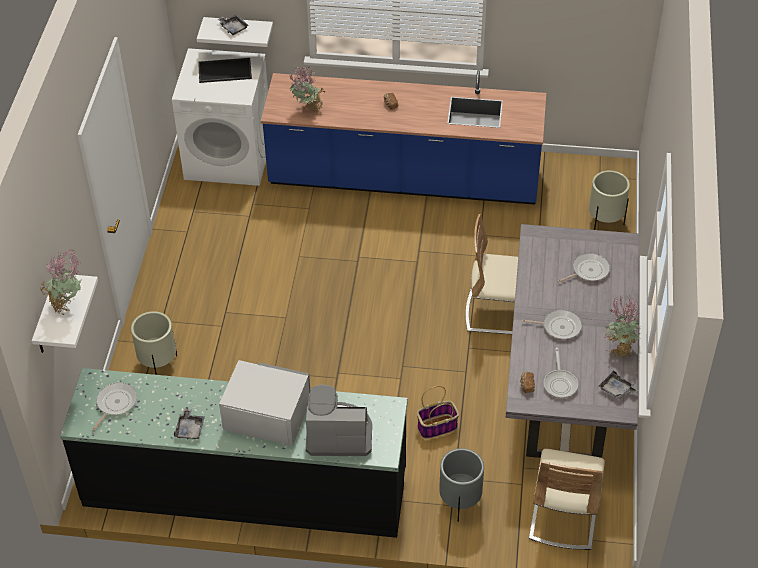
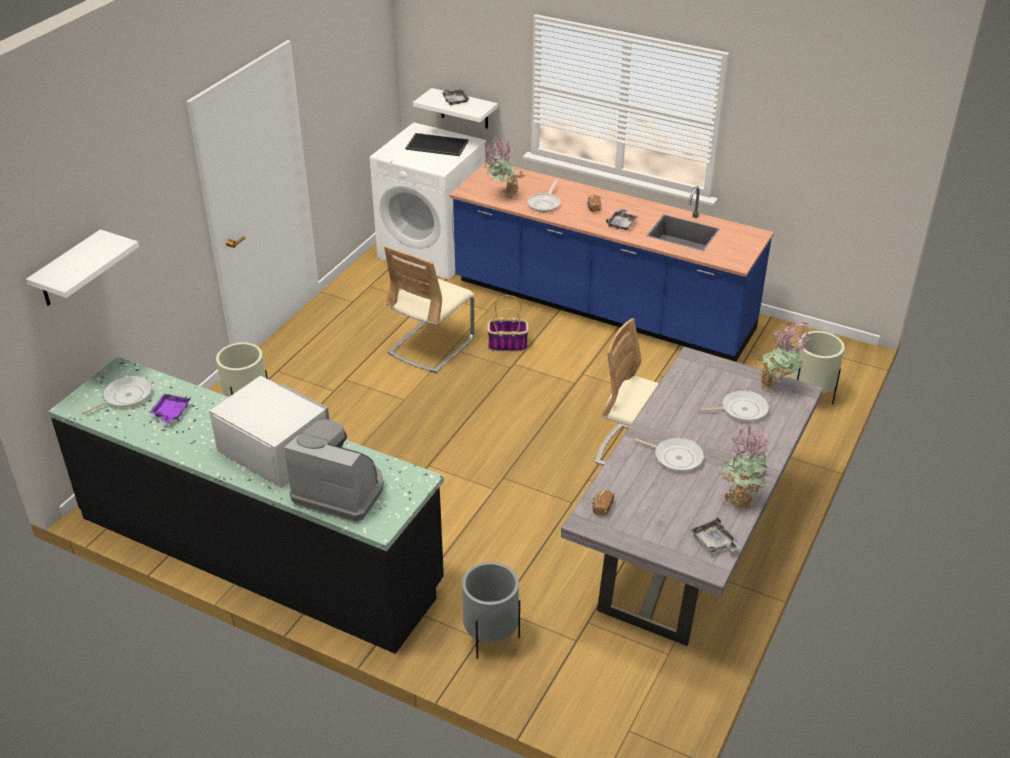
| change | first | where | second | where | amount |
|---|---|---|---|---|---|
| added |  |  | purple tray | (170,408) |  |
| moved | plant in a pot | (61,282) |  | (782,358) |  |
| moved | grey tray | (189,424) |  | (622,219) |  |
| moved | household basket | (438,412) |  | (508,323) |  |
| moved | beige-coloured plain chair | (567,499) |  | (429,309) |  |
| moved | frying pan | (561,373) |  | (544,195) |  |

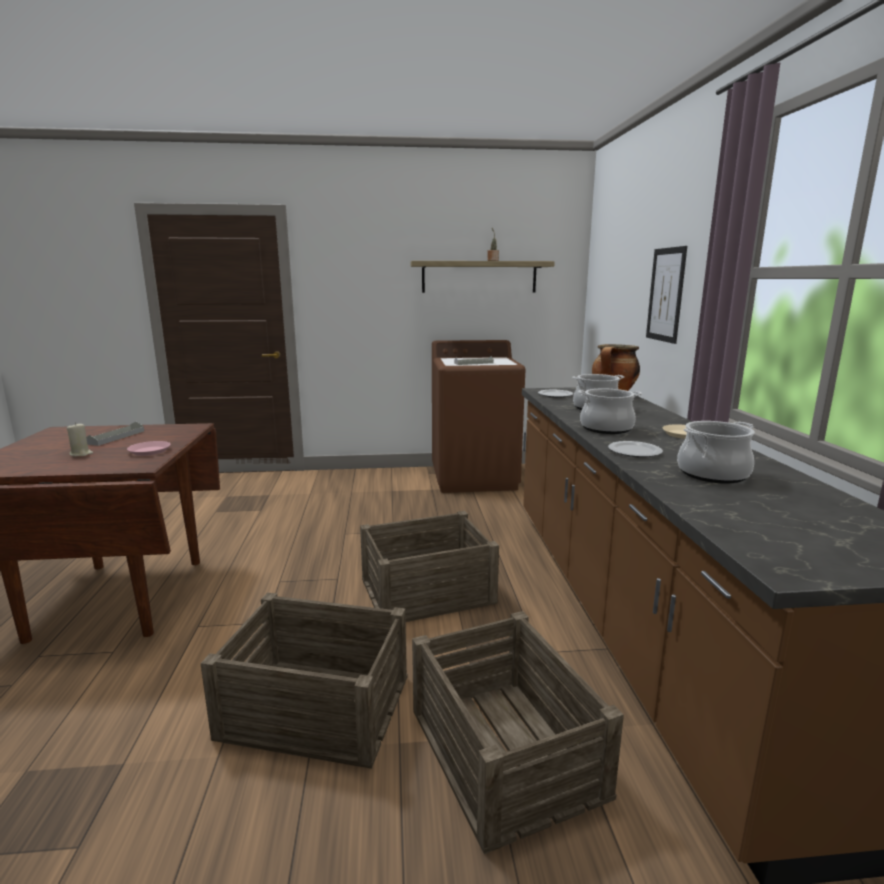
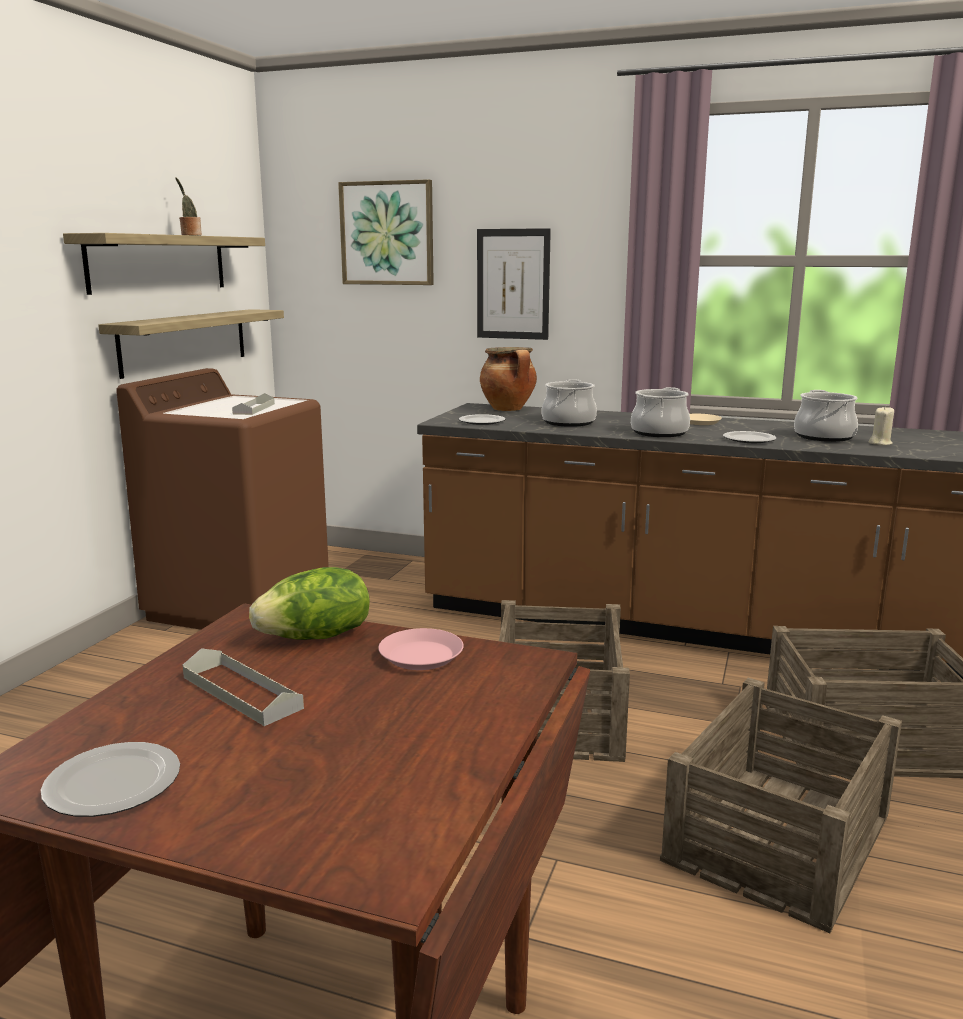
| change | first | where | second | where | amount |
|---|---|---|---|---|---|
| added |  |  | flat dish | (110,779) |  |
| added |  |  | shelf | (191,344) |  |
| added |  |  | head of lettuce | (309,603) |  |
| added |  |  | wall art | (386,232) |  |
| moved | beige-coloured wax candle | (80,439) |  | (881,426) |  |

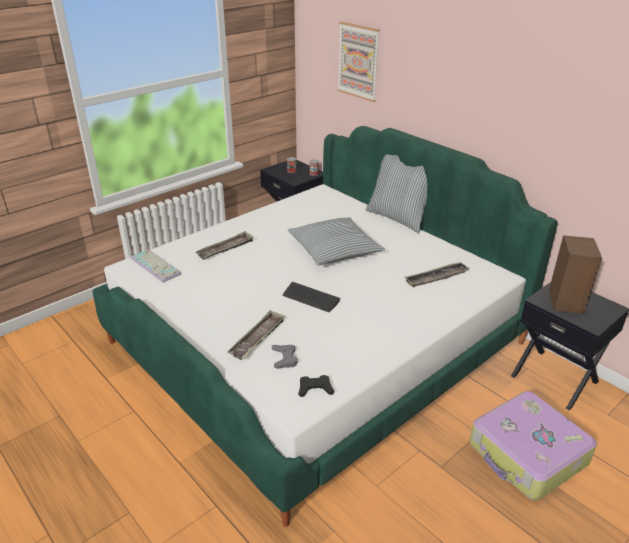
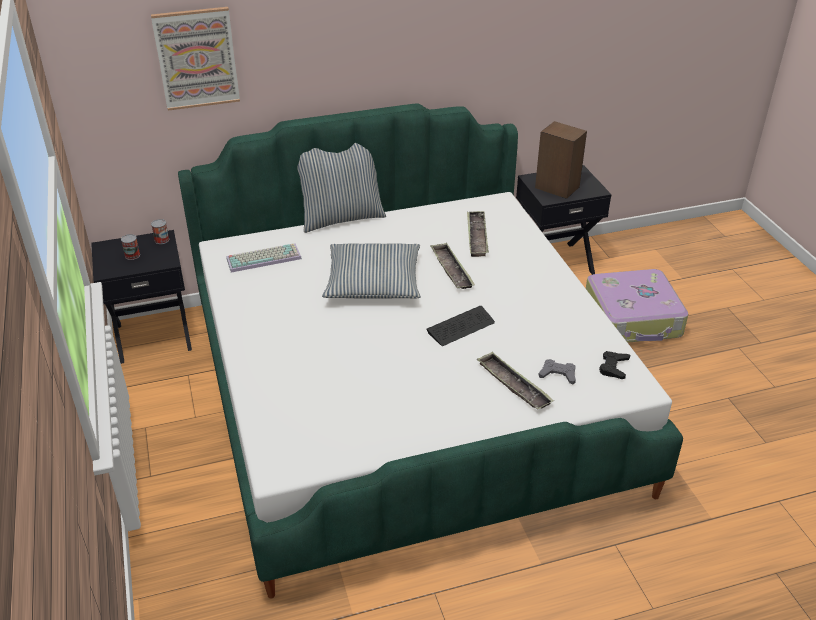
| change | first | where | second | where | amount |
|---|---|---|---|---|---|
| moved | keyboard | (156,266) |  | (264,258) |  |
| moved | tray | (224,245) |  | (452,266) |  |

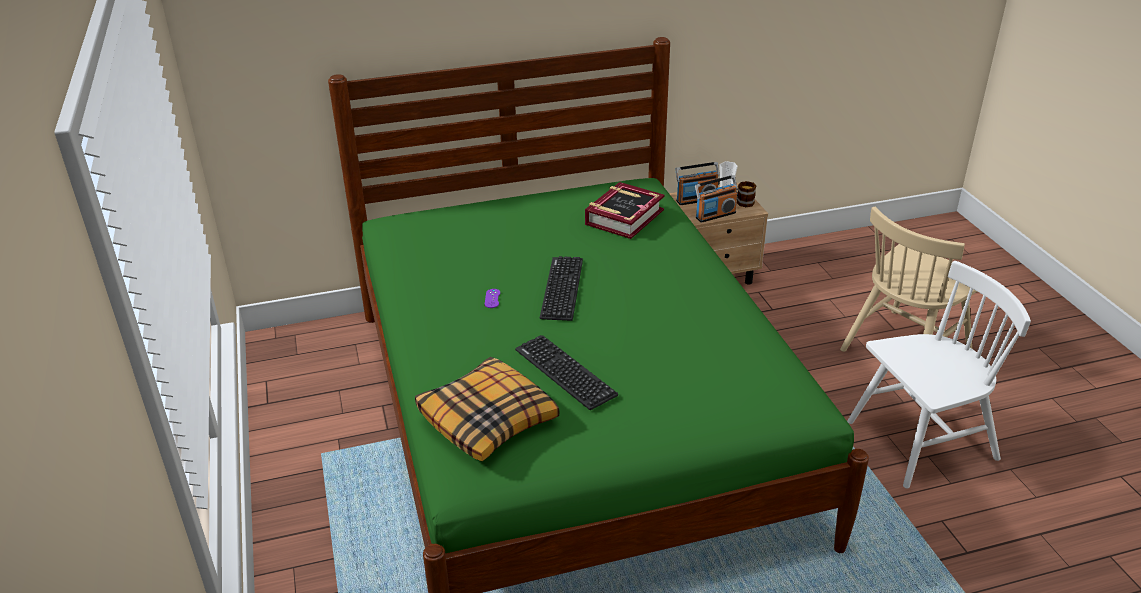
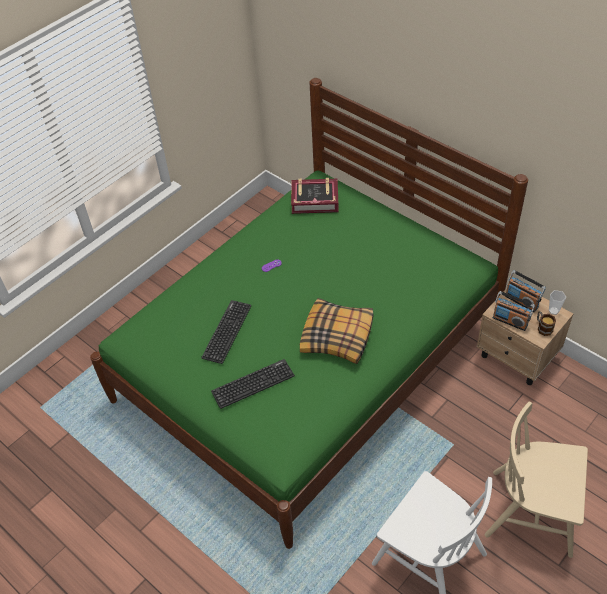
| change | first | where | second | where | amount |
|---|---|---|---|---|---|
| moved | cushion | (487,409) |  | (337,331) |  |
| moved | keyboard | (561,288) |  | (253,384) |  |
| moved | bound book | (625,210) |  | (315,196) |  |

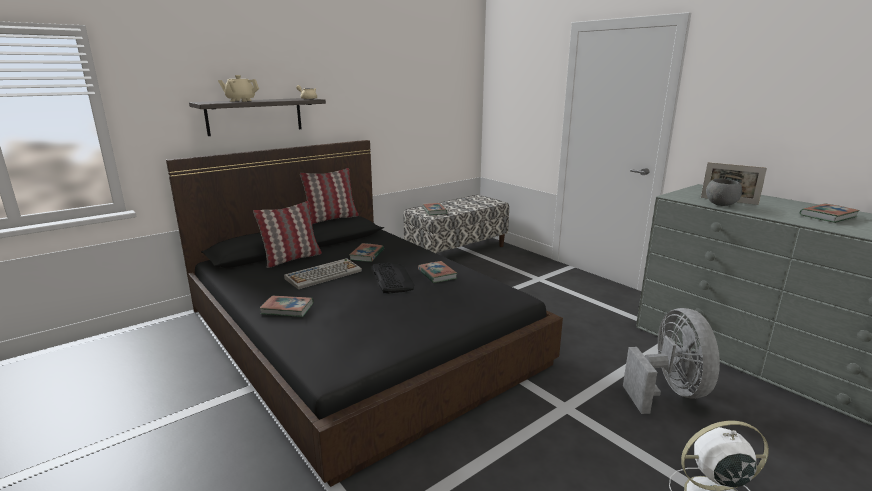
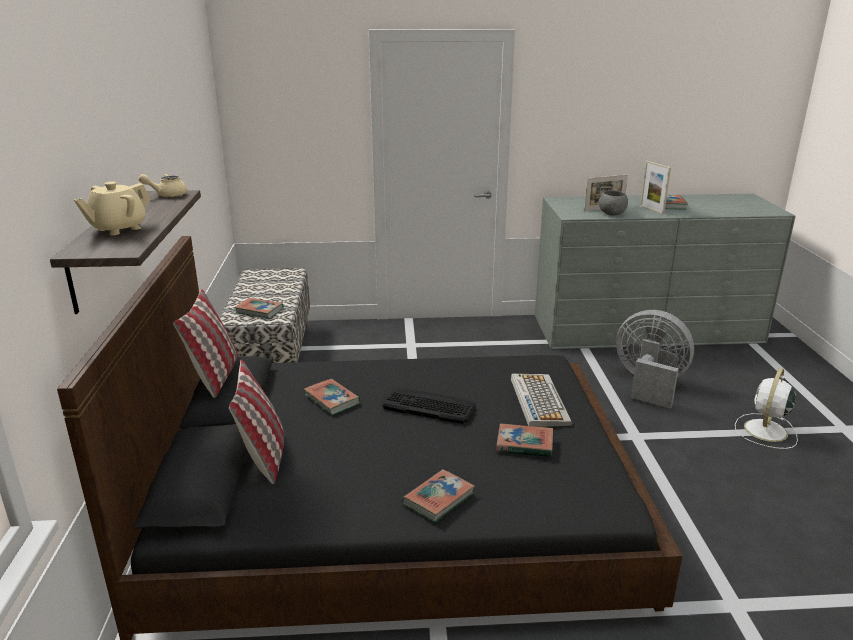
| change | first | where | second | where | amount |
|---|---|---|---|---|---|
| added |  |  | standing frame | (655,187) |  |
| moved | keyboard | (323,273) |  | (541,400) |  |
| moved | bound book | (437,272) |  | (524,440) |  |

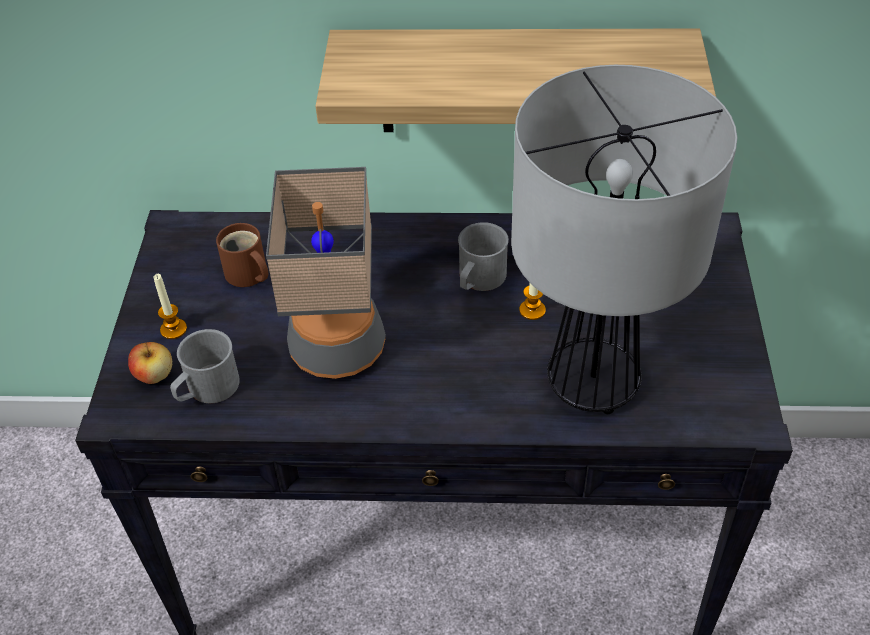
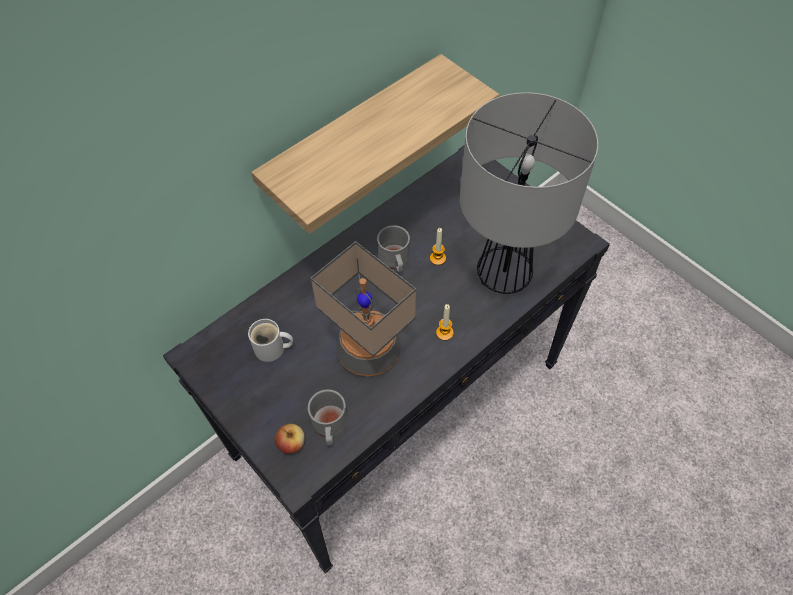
| change | first | where | second | where | amount |
|---|---|---|---|---|---|
| moved | wax candle | (170,306) |  | (445,322) |  |
| recoloured | brownish tea mug | (242,255) | white tea mug | (270,340) |  |

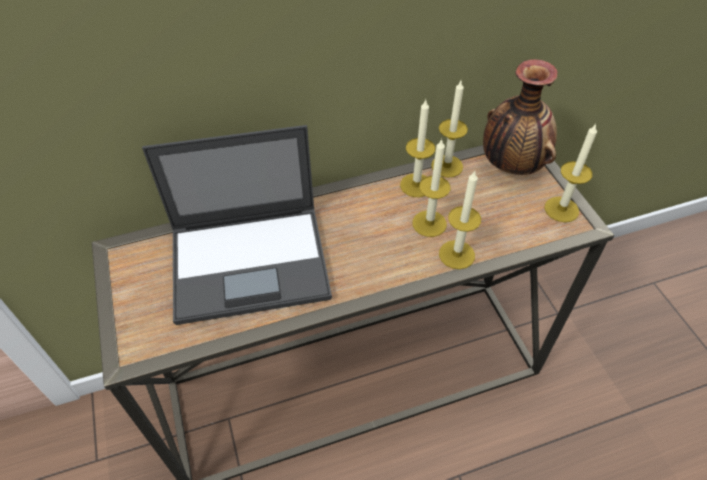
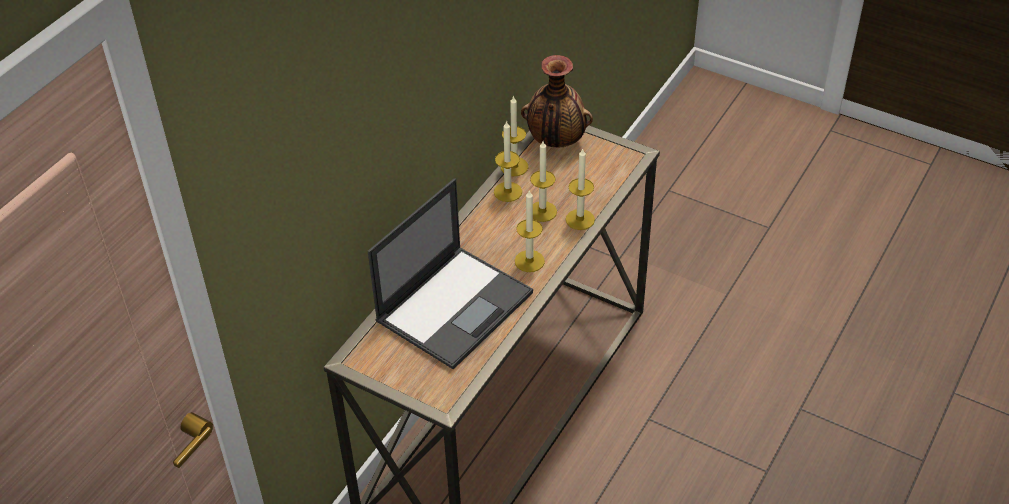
| change | first | where | second | where | amount |
|---|---|---|---|---|---|
| moved | wax candle | (571,173) |  | (530,231) |  |

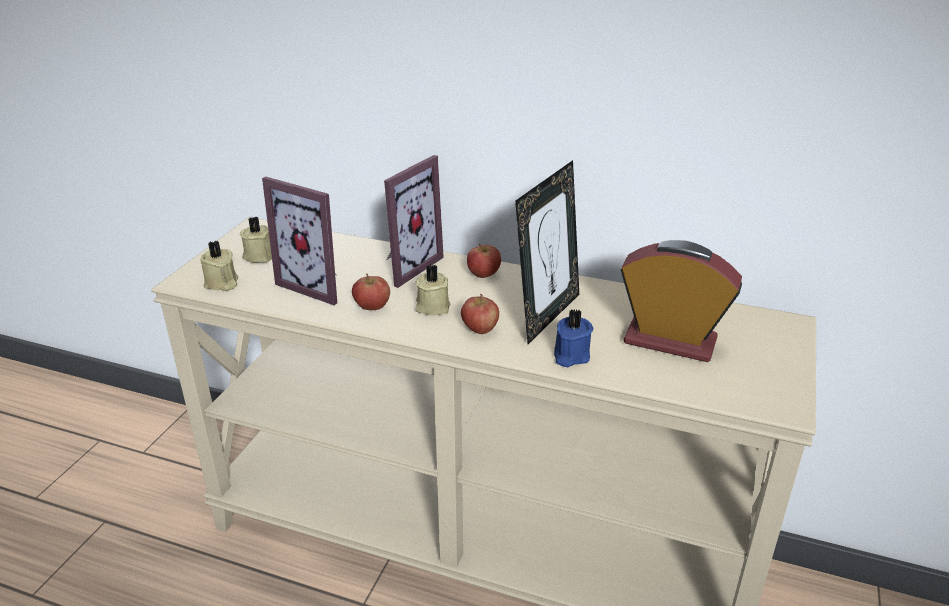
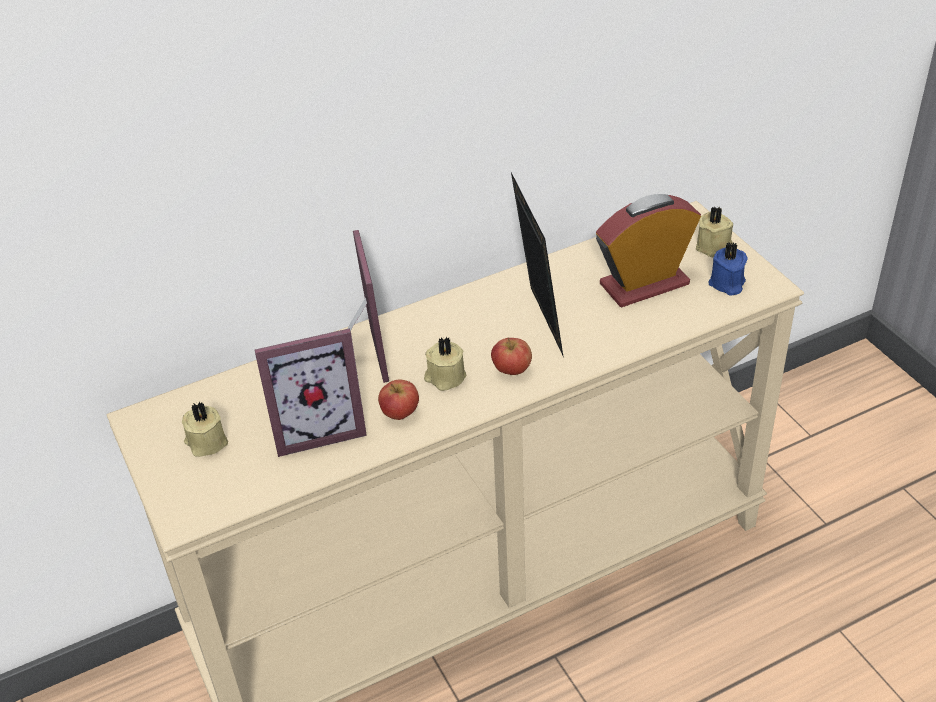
| change | first | where | second | where | amount |
|---|---|---|---|---|---|
| removed | apple fruit | (484,260) |  |  |  |
| moved | beige-coloured wax candle | (219,266) |  | (714,231) |  |
| moved | bluish wax candle | (573,338) |  | (728,268) |  |

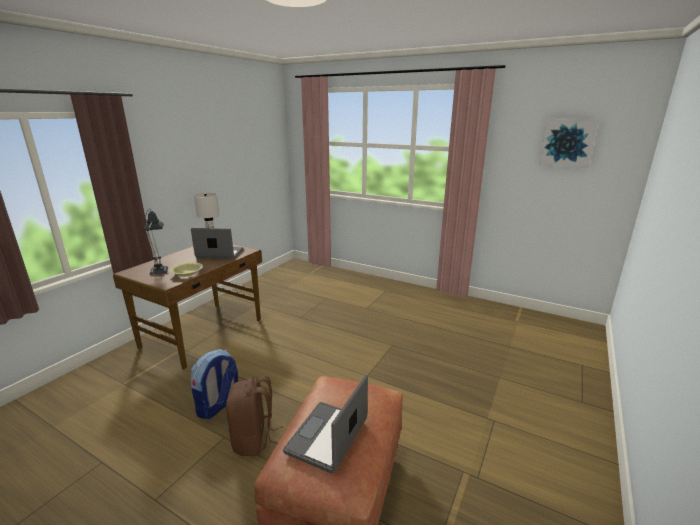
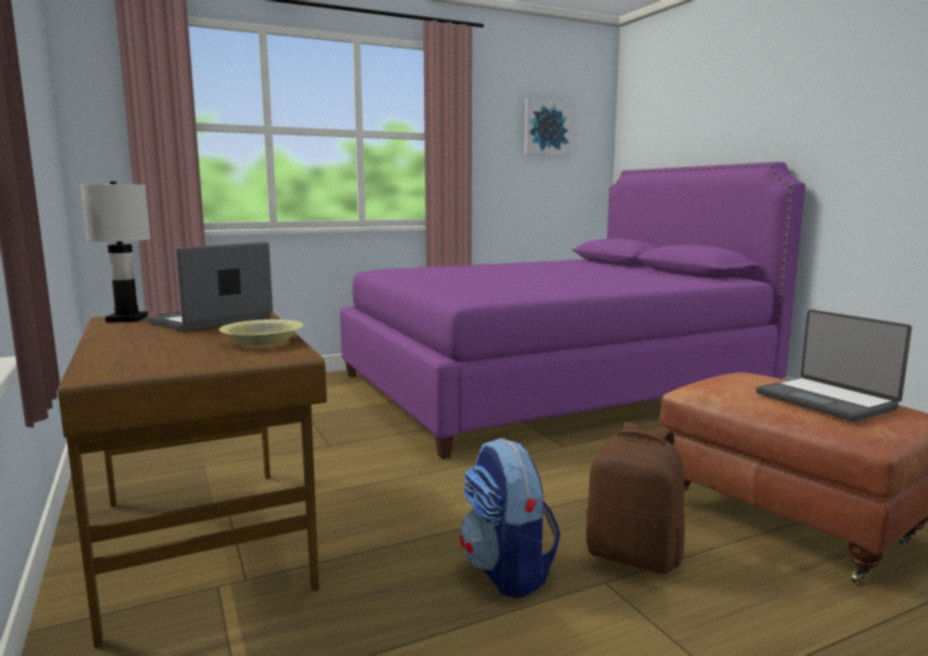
| change | first | where | second | where | amount |
|---|---|---|---|---|---|
| removed | table lamp | (156,242) |  |  |  |
| added |  |  | purple bedroom bed | (572,310) |  |

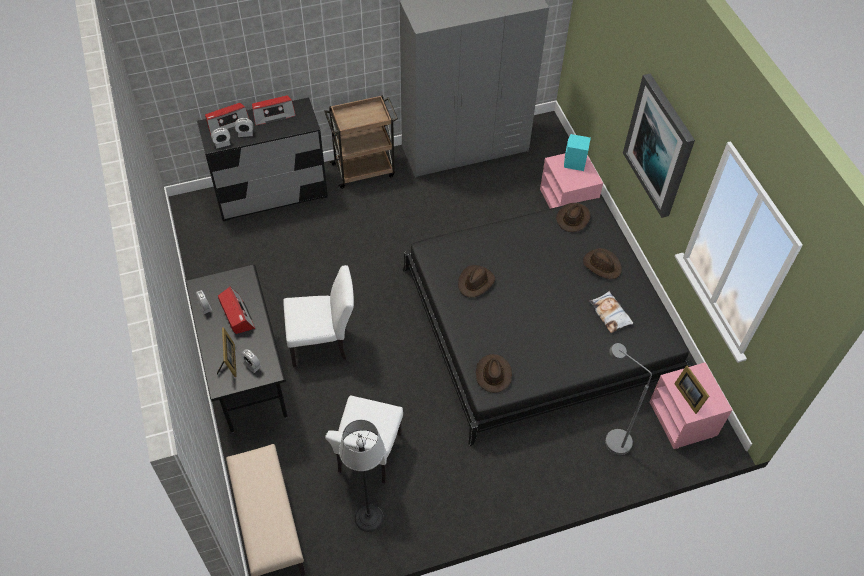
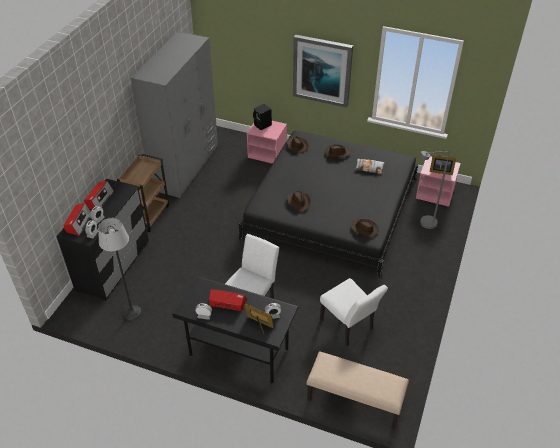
| change | first | where | second | where | amount |
|---|---|---|---|---|---|
| moved | standard lamp | (362,476) |  | (120,269) |  |
| recoloured | turquoise-coloured loudspeaker | (577,152) | black-coloured loudspeaker | (262,117) |  |

